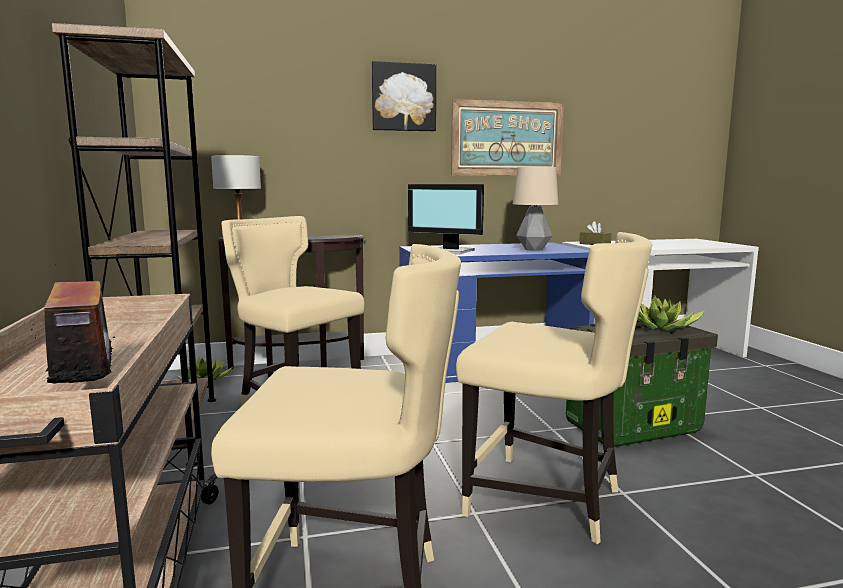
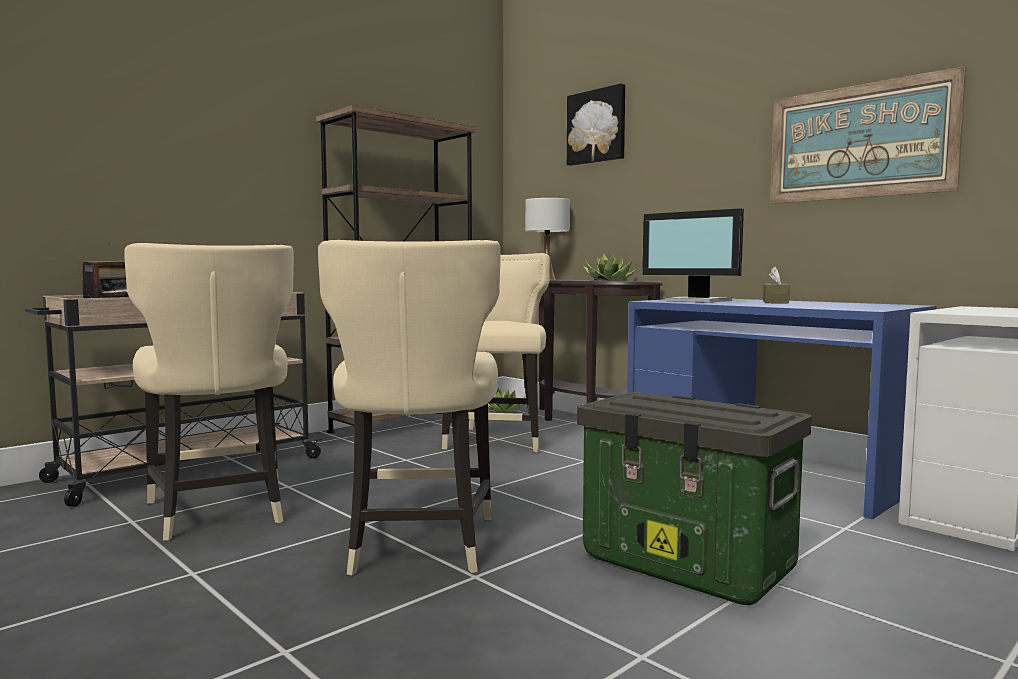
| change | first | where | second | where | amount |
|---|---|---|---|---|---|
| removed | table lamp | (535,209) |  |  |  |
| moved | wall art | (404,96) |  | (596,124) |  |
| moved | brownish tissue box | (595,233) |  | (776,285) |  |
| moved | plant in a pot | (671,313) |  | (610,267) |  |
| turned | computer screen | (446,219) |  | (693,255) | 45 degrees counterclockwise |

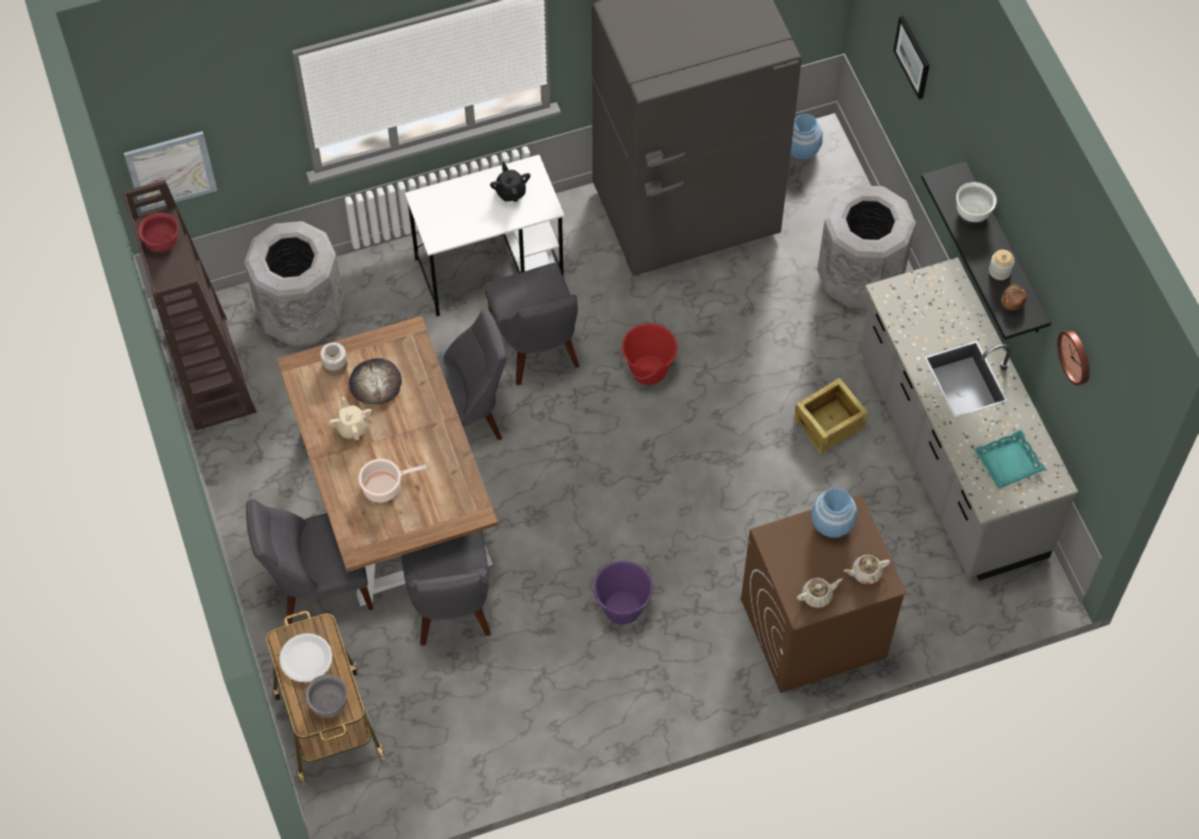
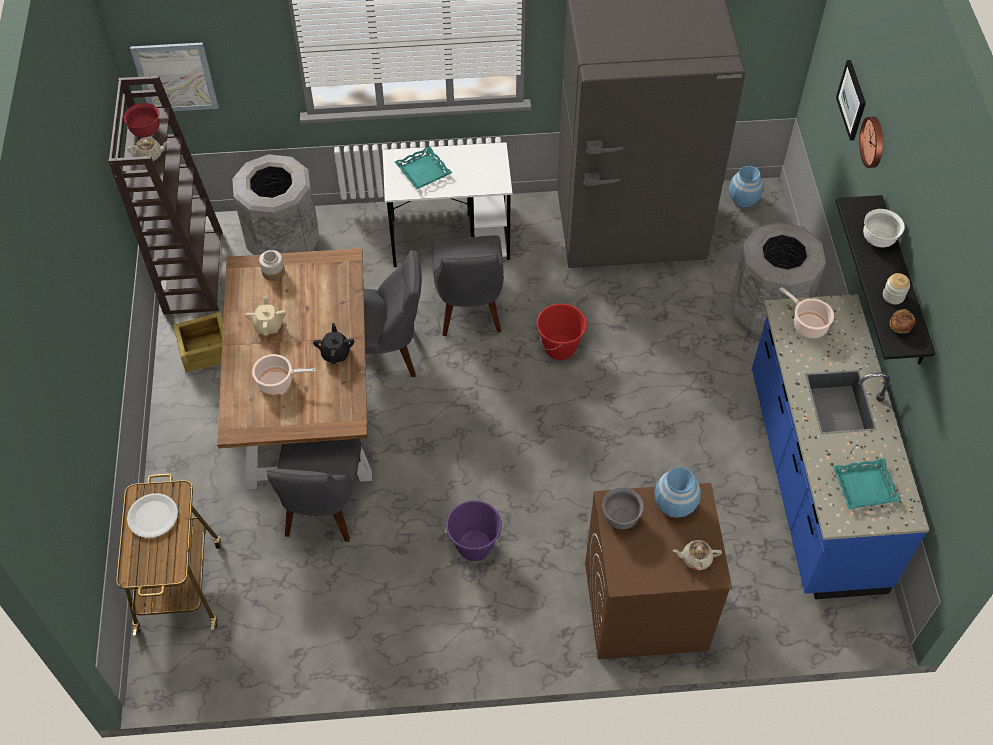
| change | first | where | second | where | amount |
|---|---|---|---|---|---|
| removed | grey plain chair | (309,561) |  |  |  |
| removed | bakery bread | (375,381) |  |  |  |
| added |  |  | turquoise-coloured tray | (423,167) |  |
| added |  |  | cooking pot | (806,312) |  |
| moved | grey bowl | (326,696) |  | (623,508) |  |
| moved | black-coloured tea pot | (510,182) |  | (333,343) |  |
| moved | packing crate | (831,416) |  | (198,342) |  |
| moved | beige-coloured tea pot | (819,593) |  | (148,149) |  |
| moved | wall clock | (1073,358) |  | (871,142) |  |
| recoloured | grey counter | (969,419) | bluish counter | (840,446) |  |

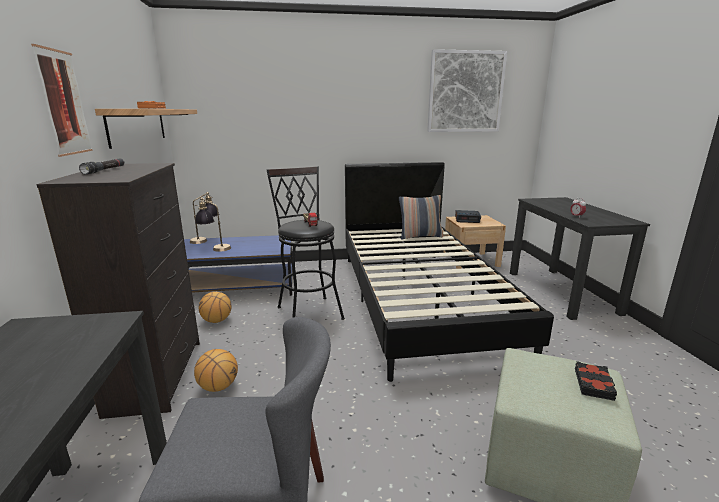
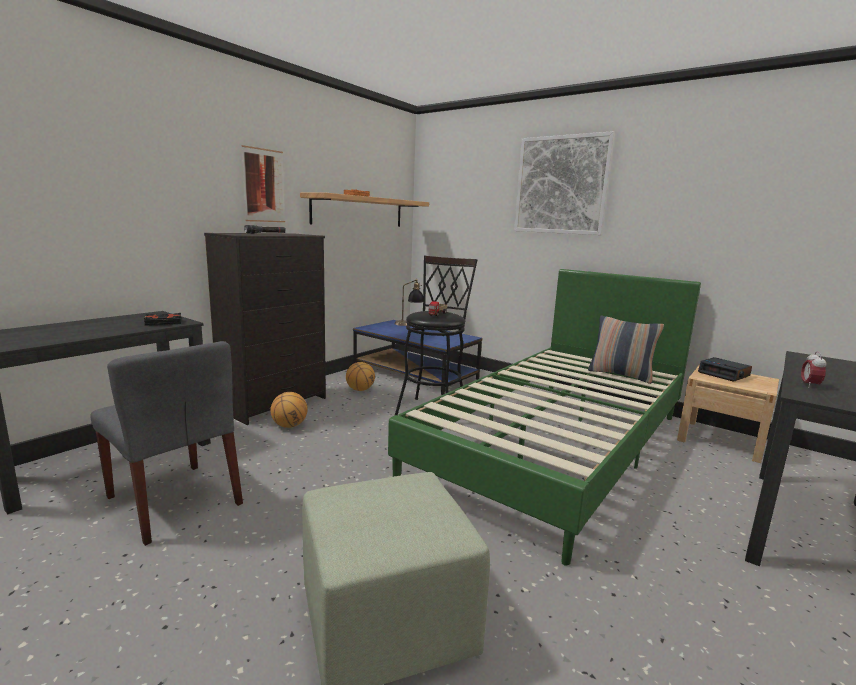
| change | first | where | second | where | amount |
|---|---|---|---|---|---|
| removed | table lamp | (213,224) |  |  |  |
| moved | wall art | (467,90) |  | (564,183) |  |
| moved | black-coloured bound book | (596,381) |  | (162,319) |  |
| recoloured | black-coloured bedroom bed | (449,272) | green-coloured bedroom bed | (544,417) |  |

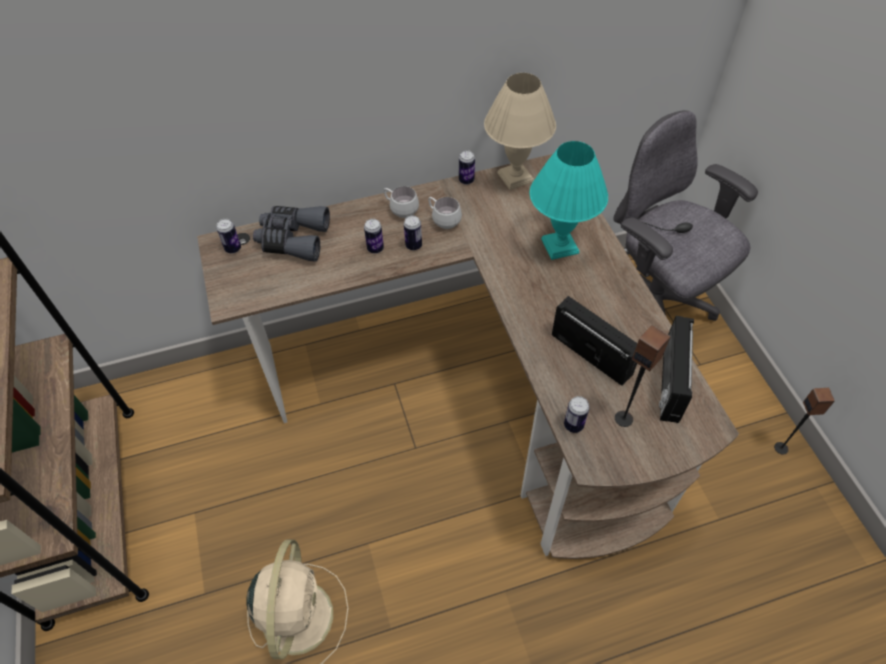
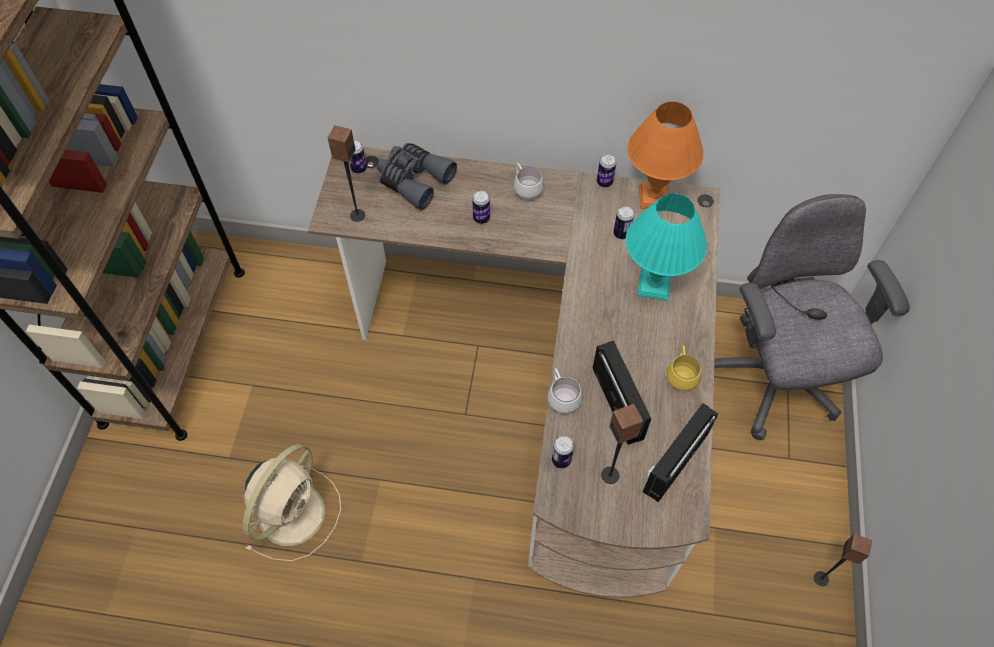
| change | first | where | second | where | amount |
|---|---|---|---|---|---|
| added |  |  | loudspeaker | (346,174) |  |
| added |  |  | yellowish tea mug | (684,368) |  |
| moved | metal can | (413,232) |  | (623,222) |  |
| moved | white tea mug | (445,213) |  | (565,390) |  |
| recoloured | beige-coloured table lamp | (520,131) | orangey table lamp | (665,155) |  |

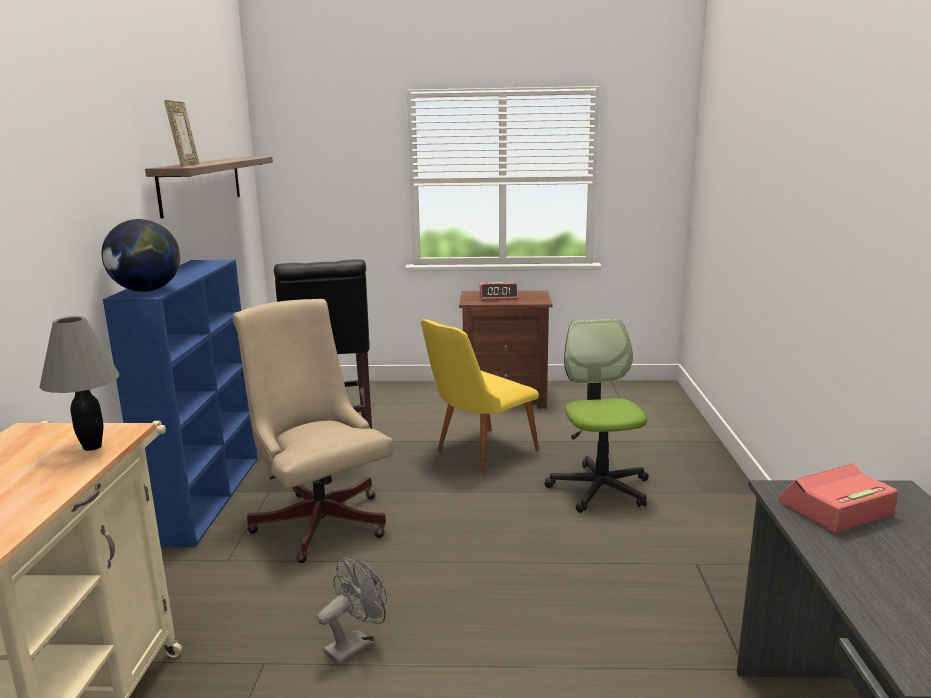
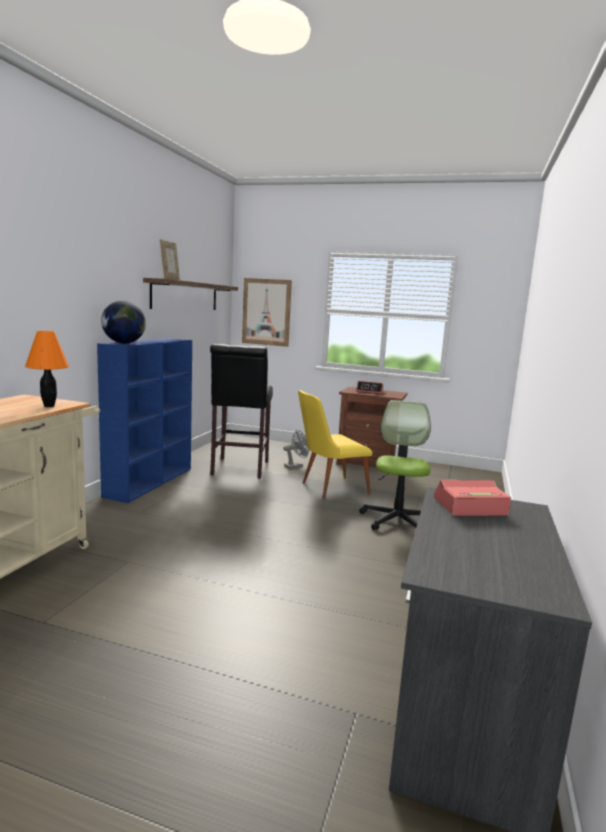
| change | first | where | second | where | amount |
|---|---|---|---|---|---|
| removed | beige-coloured computer chair | (313,431) |  |  |  |
| added |  |  | wall art | (267,312) |  |
| moved | grey fan | (352,611) |  | (296,449) |  |
| recoloured | grey table lamp | (79,383) | orangey table lamp | (47,369) |  |

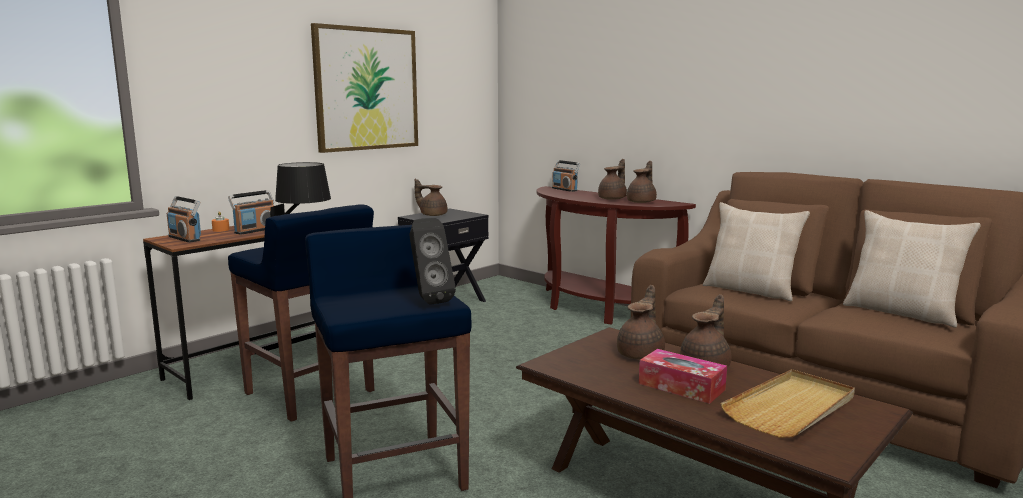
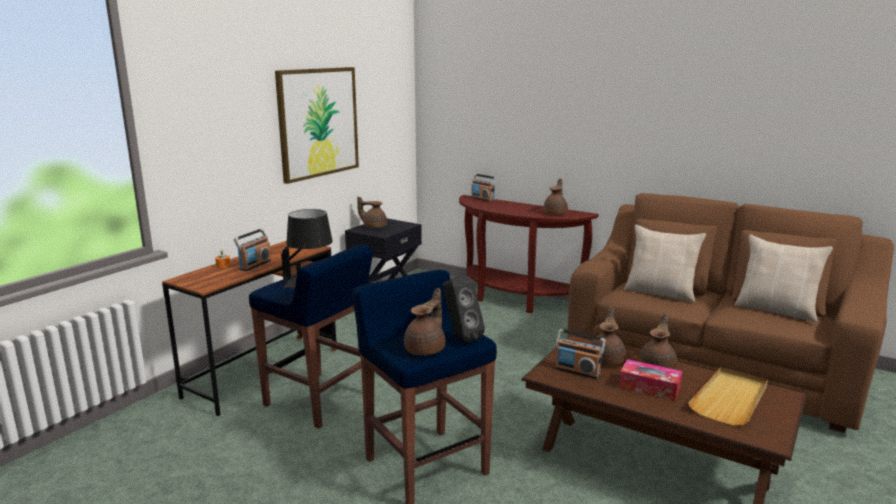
| change | first | where | second | where | amount |
|---|---|---|---|---|---|
| moved | radio receiver | (184,219) |  | (580,354) |  |
| moved | brownish tea pot | (612,179) |  | (424,321) |  |

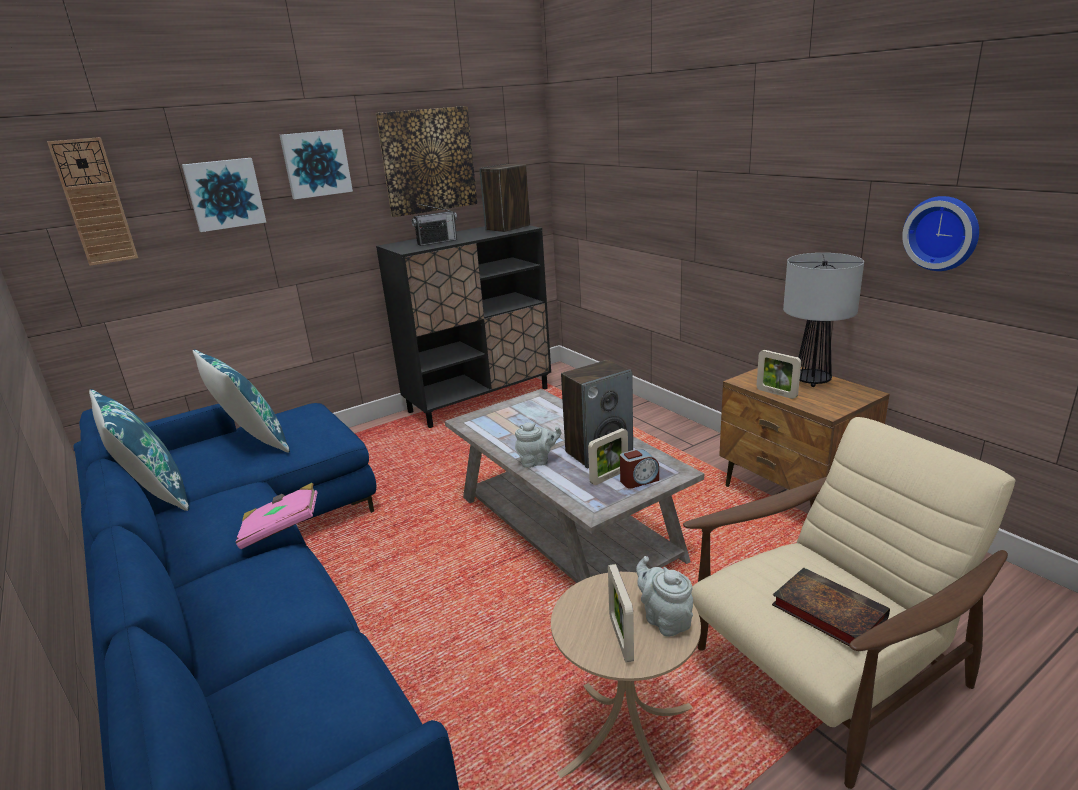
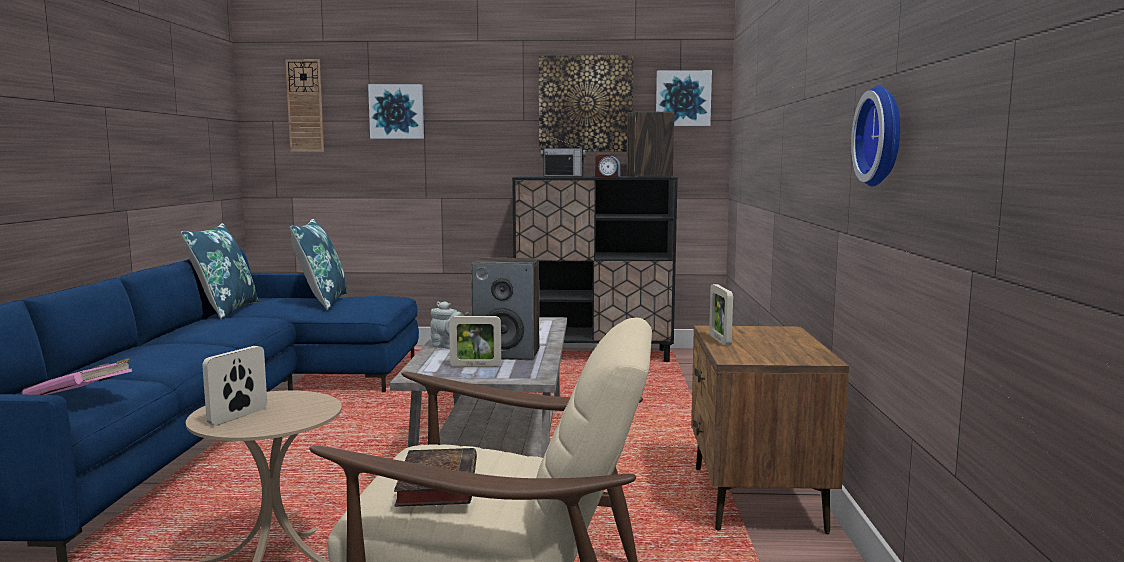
| change | first | where | second | where | amount |
|---|---|---|---|---|---|
| removed | grey tea pot | (664,596) |  |  |  |
| removed | table lamp | (823,320) |  |  |  |
| moved | pink bound book | (277,516) |  | (77,376) |  |
| moved | wall art | (316,164) |  | (684,98) |  |
| moved | bedside clock | (639,469) |  | (608,166) |  |

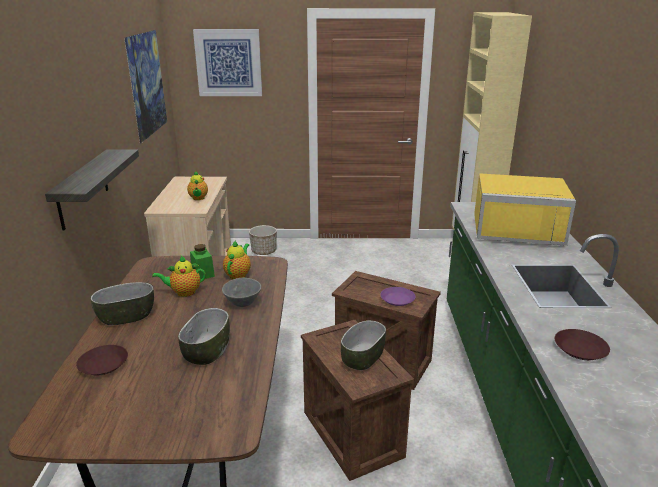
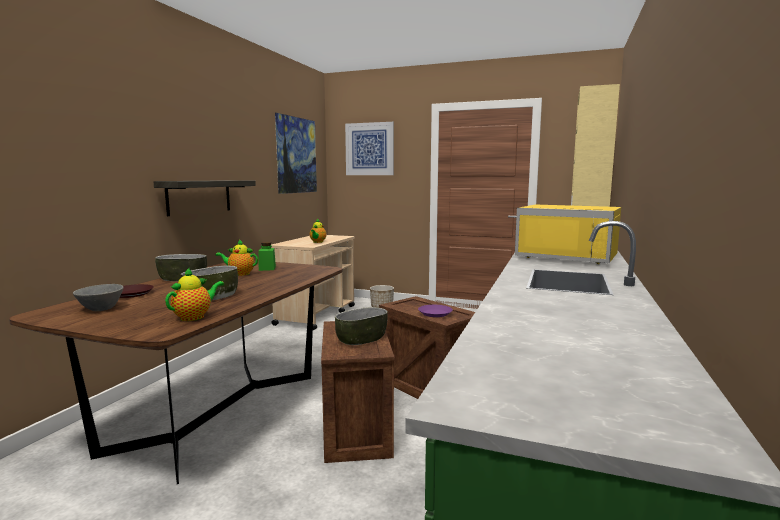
| change | first | where | second | where | amount |
|---|---|---|---|---|---|
| removed | brownish flat dish | (582,344) |  |  |  |
| moved | grey bowl | (241,292) |  | (98,297) |  |
| moved | tea pot | (237,260) |  | (194,294) |  |

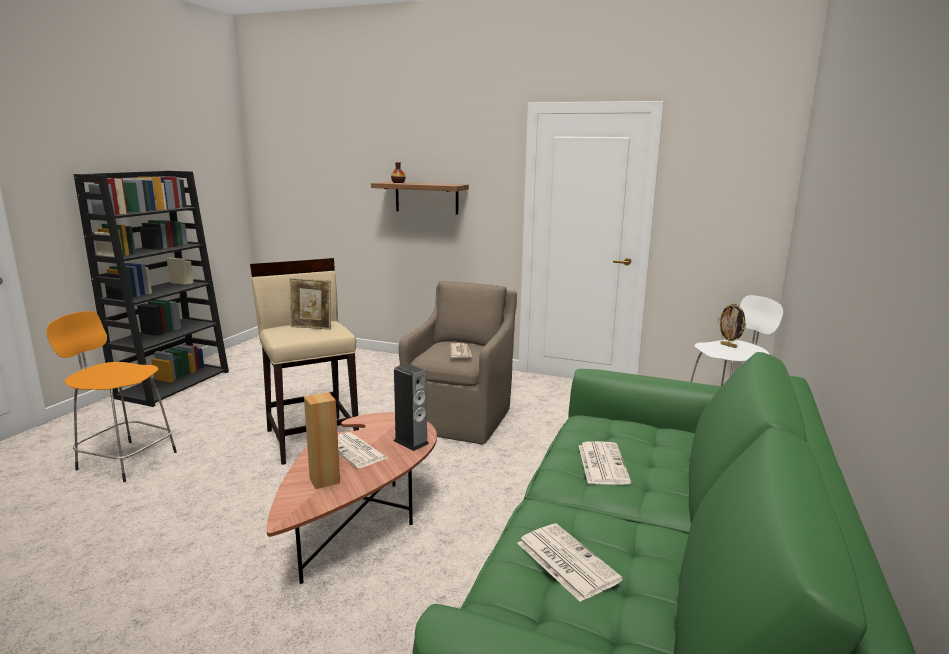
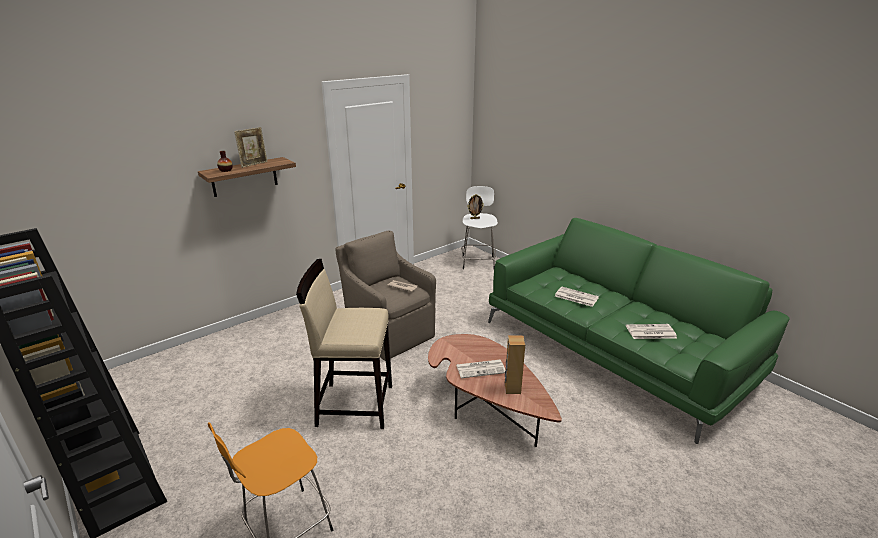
| change | first | where | second | where | amount |
|---|---|---|---|---|---|
| removed | loudspeaker | (411,407) |  |  |  |
| moved | standing frame | (310,304) |  | (251,147) |  |

